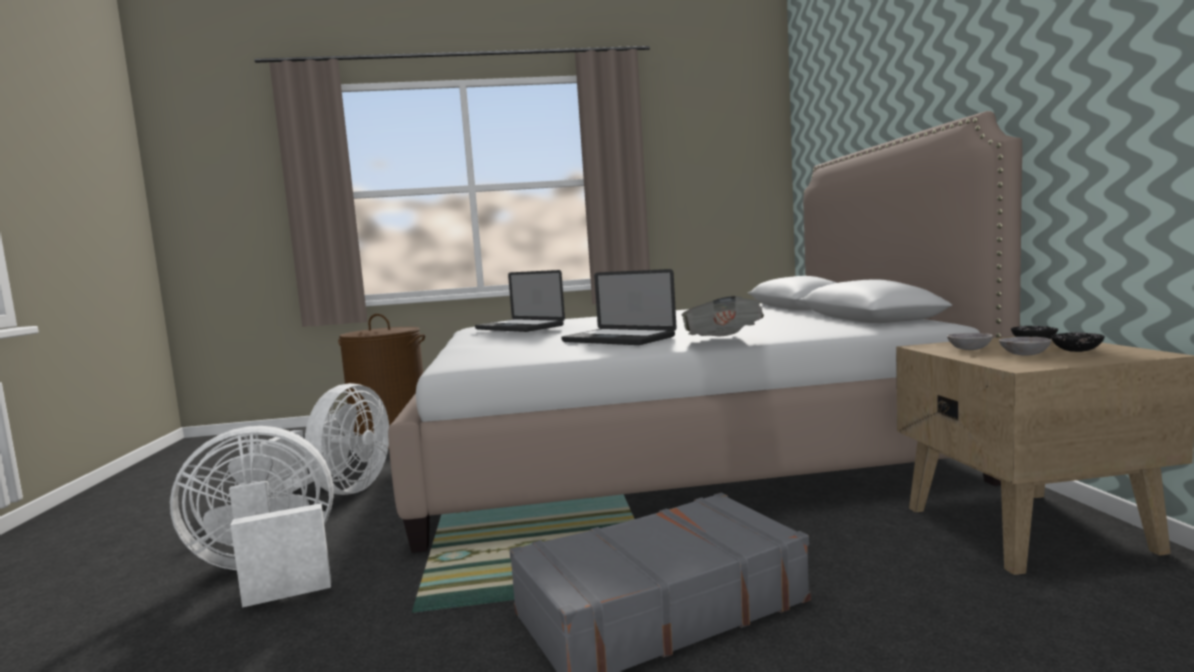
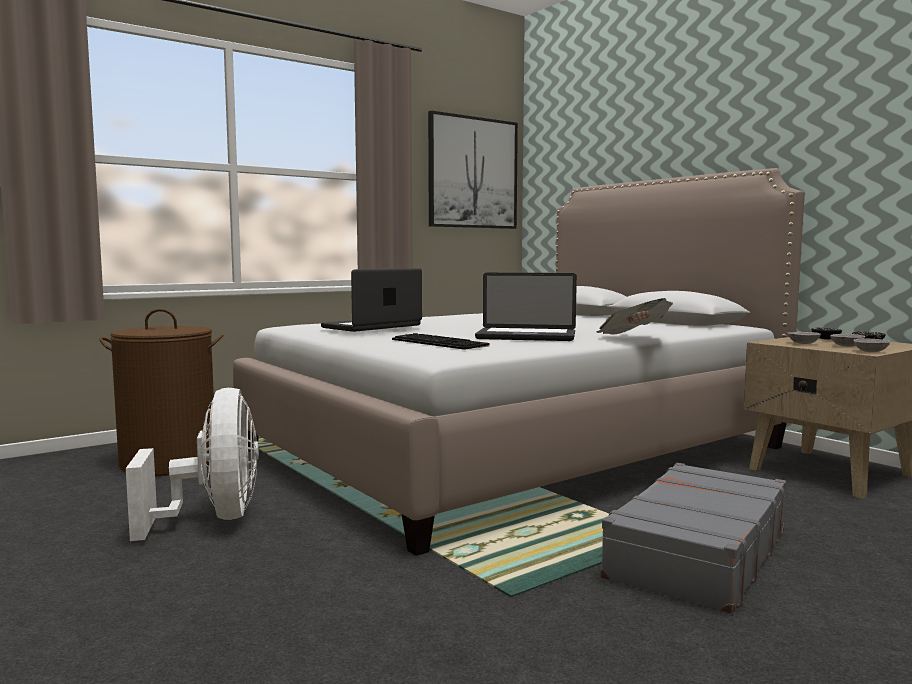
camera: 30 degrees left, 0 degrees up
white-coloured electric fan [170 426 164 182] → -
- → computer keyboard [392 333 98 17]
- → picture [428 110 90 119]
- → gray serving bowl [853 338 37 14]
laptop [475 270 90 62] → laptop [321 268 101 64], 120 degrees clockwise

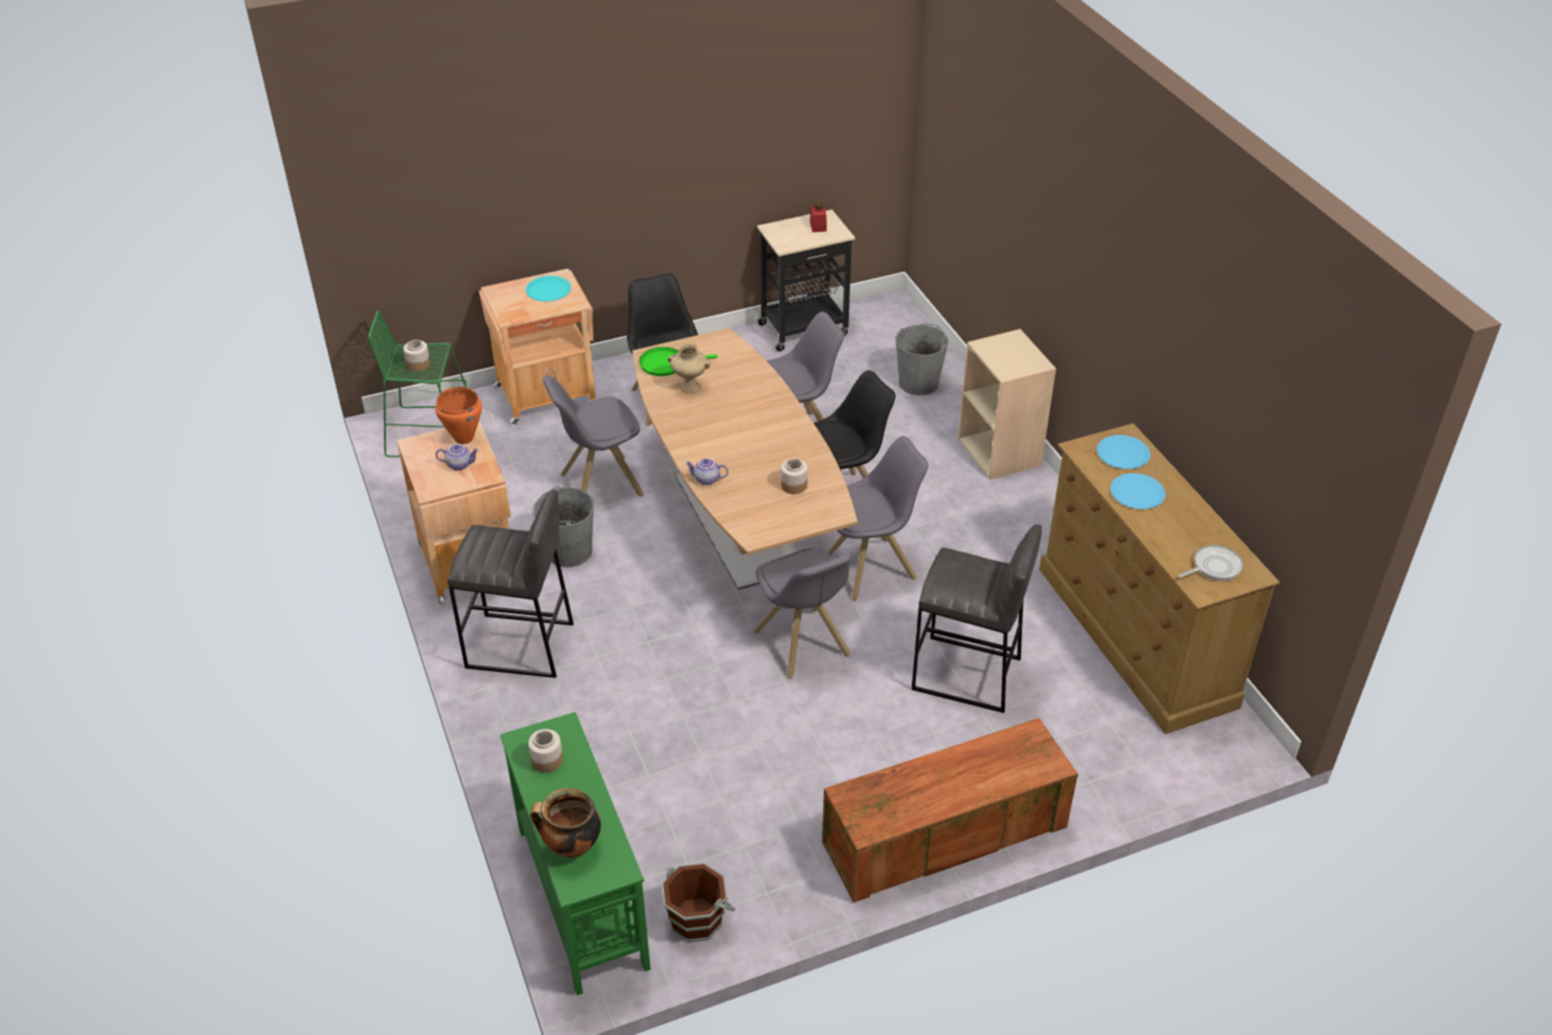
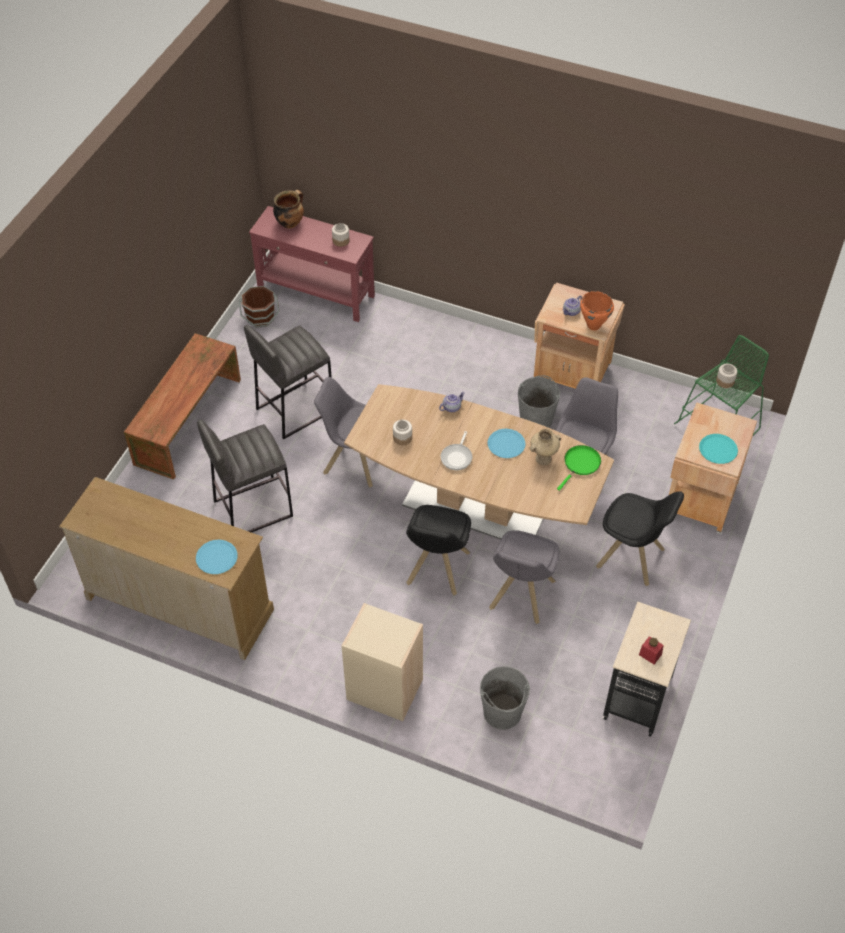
camera: 135 degrees right, 10 degrees up
gray chair [827 436 101 164] → -
gray stool seat [448 490 126 188] → gray stool seat [244 325 88 115], relocated
bluish flat dish [1110 473 55 36] → bluish flat dish [488 429 37 29], relocated
pan [1178 545 65 36] → pan [441 431 31 39], relocated
greenish hall table [500 712 151 283] → red-coloured hall table [249 206 126 116]

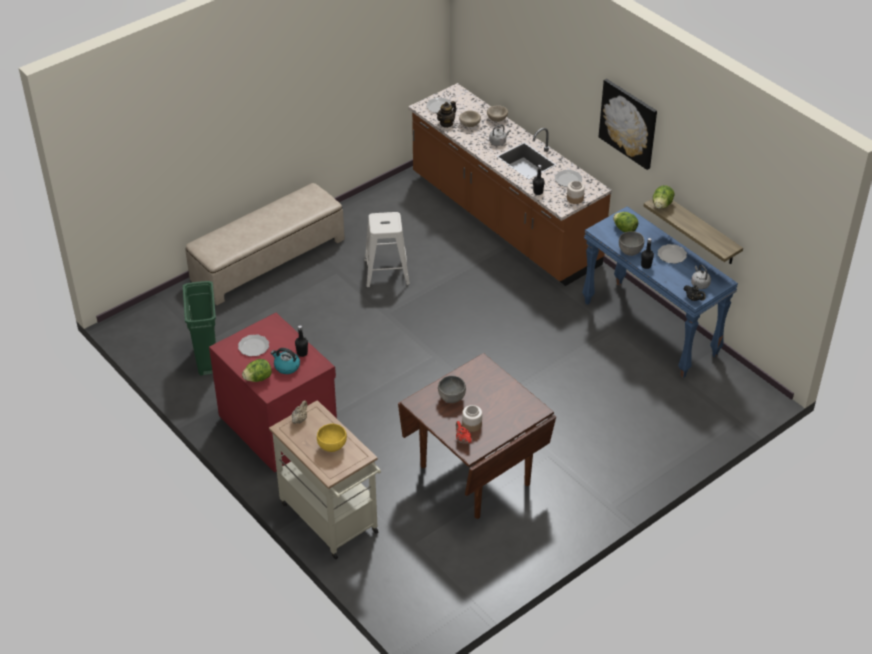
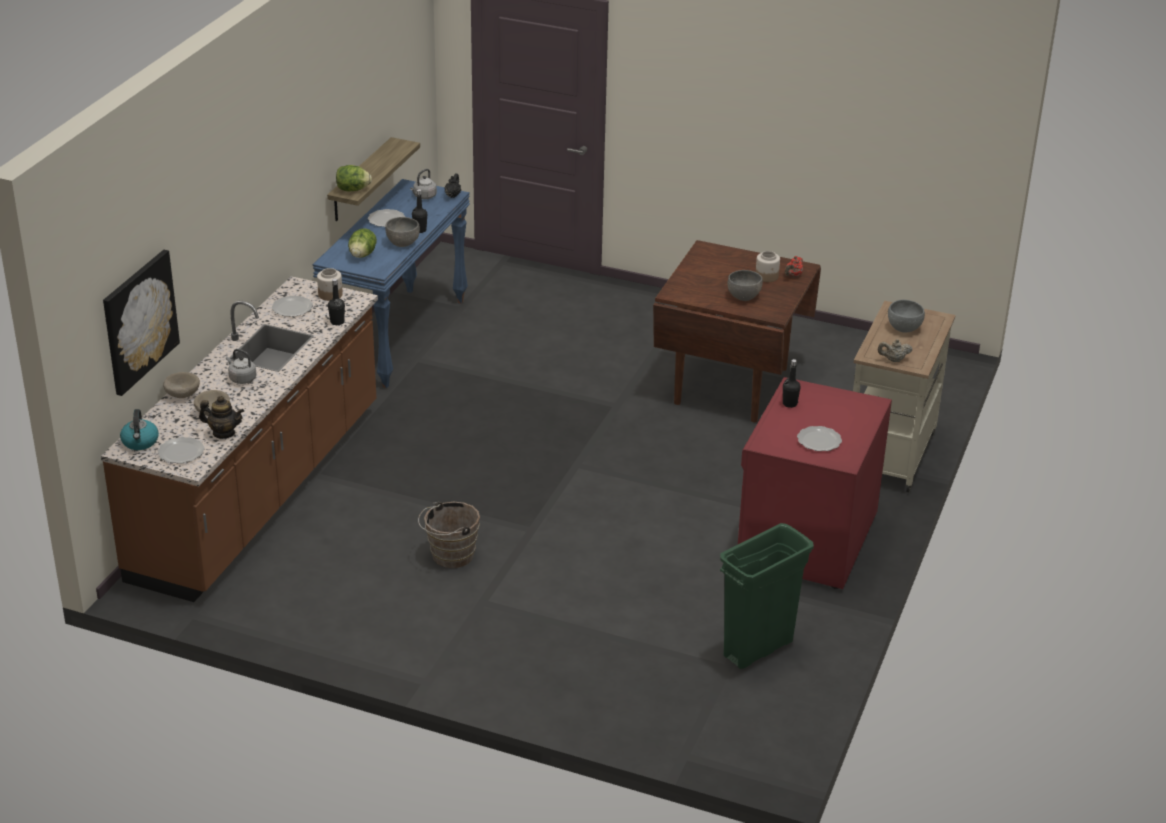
camera: 120 degrees left, 10 degrees down
sand-coloured long seat [186 183 159 122] → -
head of lettuce [242 359 30 23] → -
kettle [271 348 29 26] → kettle [120 409 39 41], relocated
picture [599 79 58 91] → picture [103 250 77 146], relocated
white-coloured stool seat [364 212 46 76] → brown water bucket [418 502 62 66]
yellow serving bowl [317 424 30 28] → gray serving bowl [888 300 37 33]

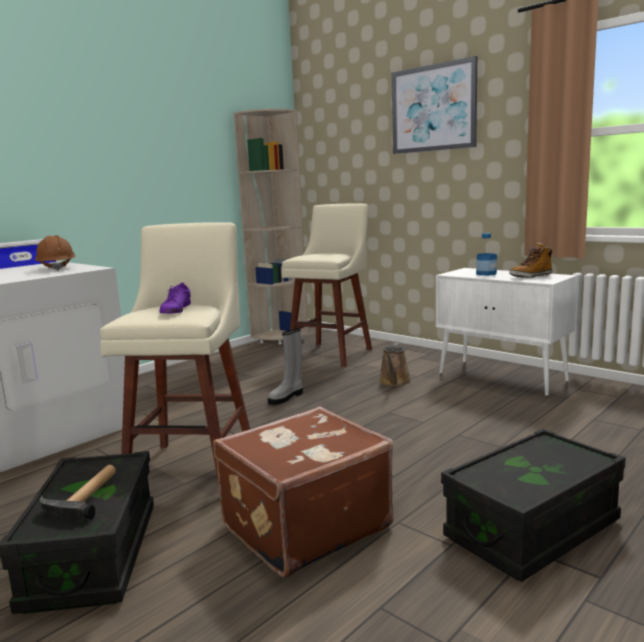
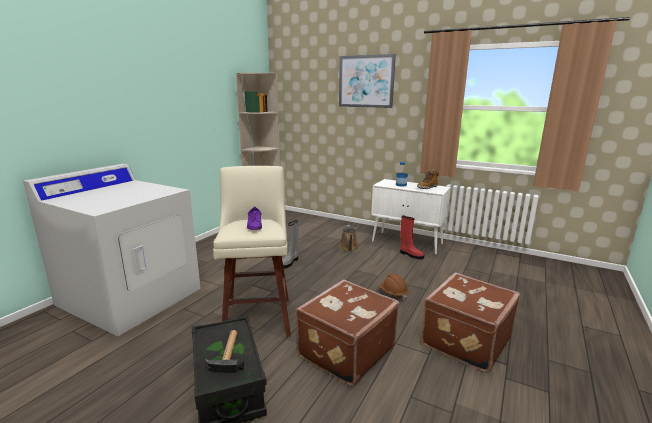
camera: 15 degrees left, 5 degrees up
sand-coloured stool seat [282 203 90 165] → -
- → red-coloured high-top boot [400 216 24 43]
brown hard hat [35 235 41 36] → brown hard hat [379 274 29 26], relocated
black-coloured storage box [441 429 185 153] → brown piece of luggage [421 272 99 101]

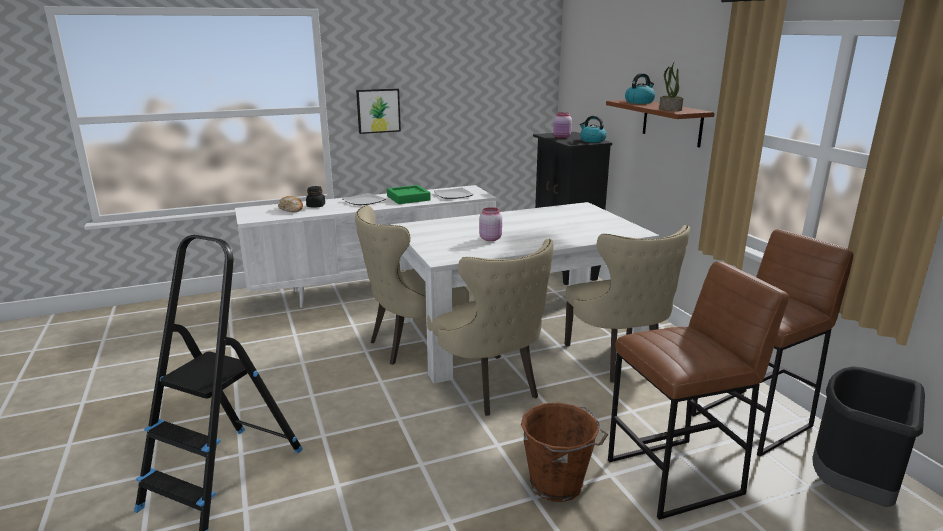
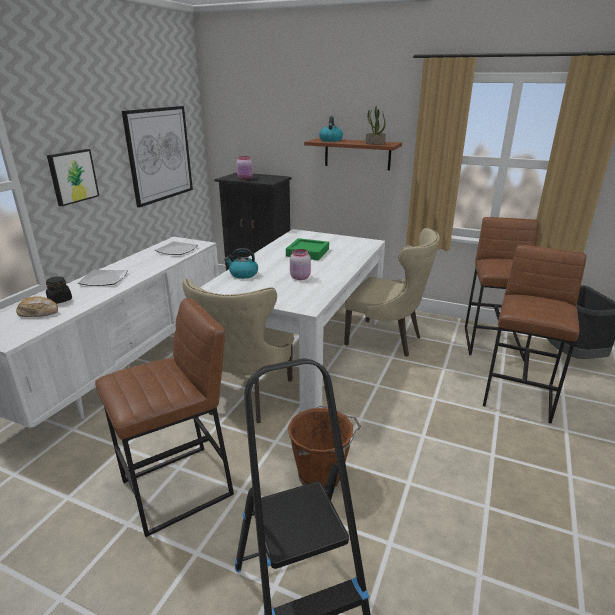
camera: 45 degrees left, 5 degrees up
sand-coloured chair [427 239 126 177] → -
- → brown stool seat [95 298 139 239]
- → picture [122 106 71 102]
greenish serving tray [387 185 44 19] → greenish serving tray [286 238 43 22], relocated
brown water bucket [521 402 87 100] → brown water bucket [288 406 73 83], relocated
kettle [580 116 27 27] → kettle [224 248 34 31], relocated

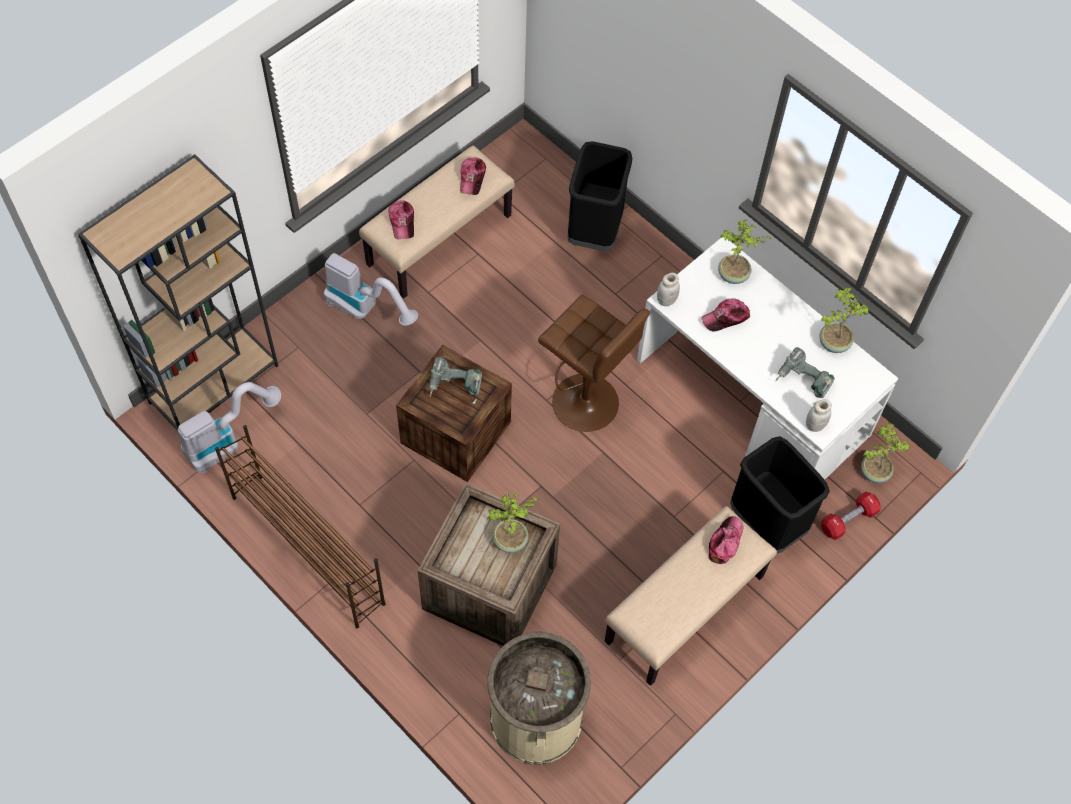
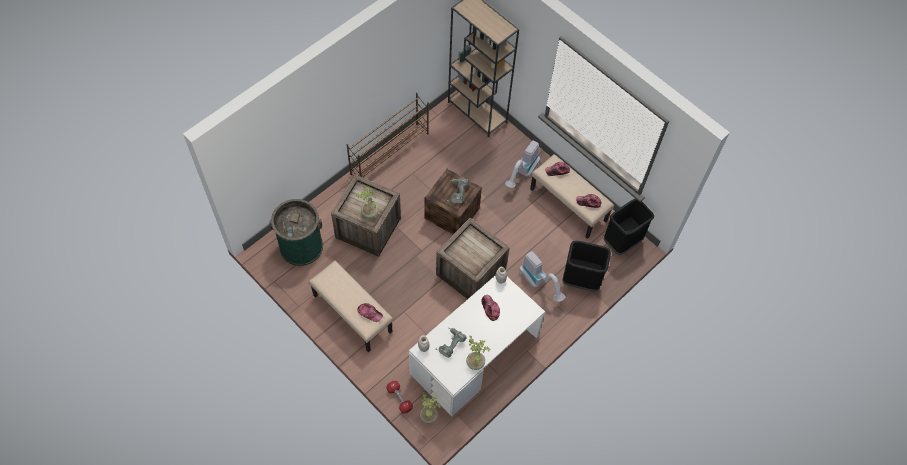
camera: 90 degrees right, 0 degrees up
potted plant [718 219 53 65] → -
vacuum cleaner [178 382 103 91] → vacuum cleaner [519 251 46 51], relocated
black-coloured waste bin [730 436 100 117] → black-coloured waste bin [604 199 50 56], relocated
brown stool seat [538 295 112 137] → packing crate [436 218 74 81]
sand-coloured waste bin [487 631 104 134] → greenish waste bin [270 199 53 67]

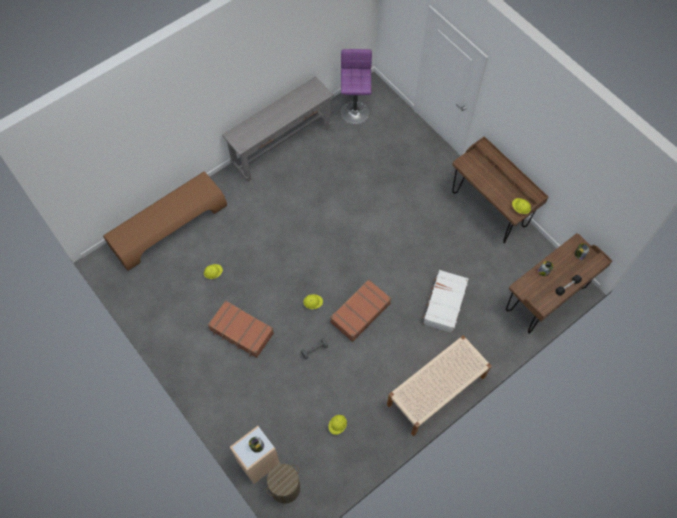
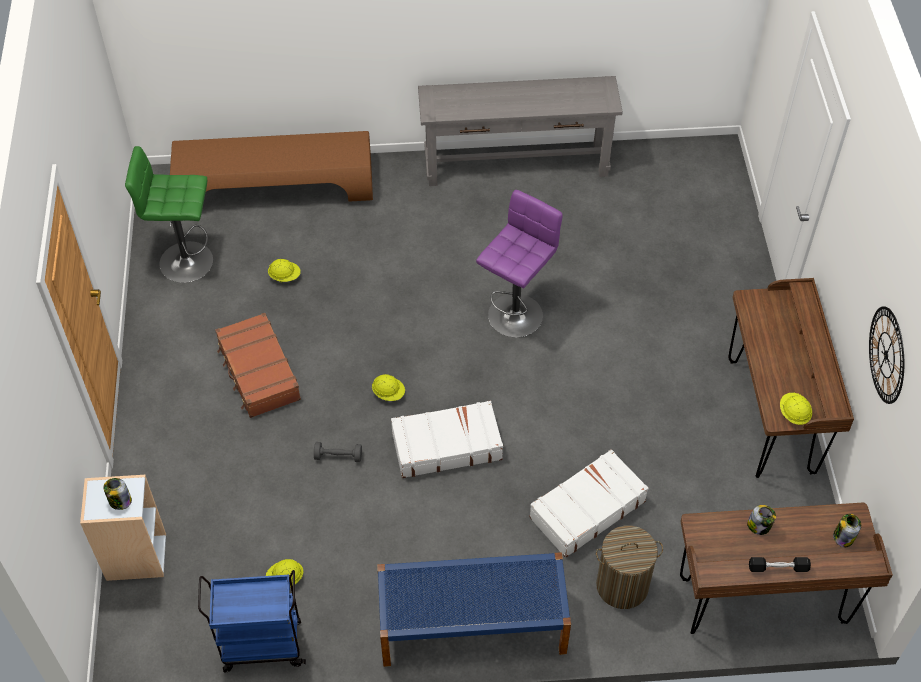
camera: 35 degrees right, 10 degrees down
- → greenish stool seat [125 146 88 137]
- → bluish trolley [198 570 108 102]
- → wall clock [869 306 35 98]
washing basket [266 464 34 40] → washing basket [596 526 67 83], relocated
purple stool seat [341 49 31 75] → purple stool seat [476 190 87 147], relocated
brown piece of luggage [330 279 61 63] → white-coloured piece of luggage [391 400 112 78]
sand-coloured long seat [387 335 105 102] → bluish long seat [377 552 194 115]

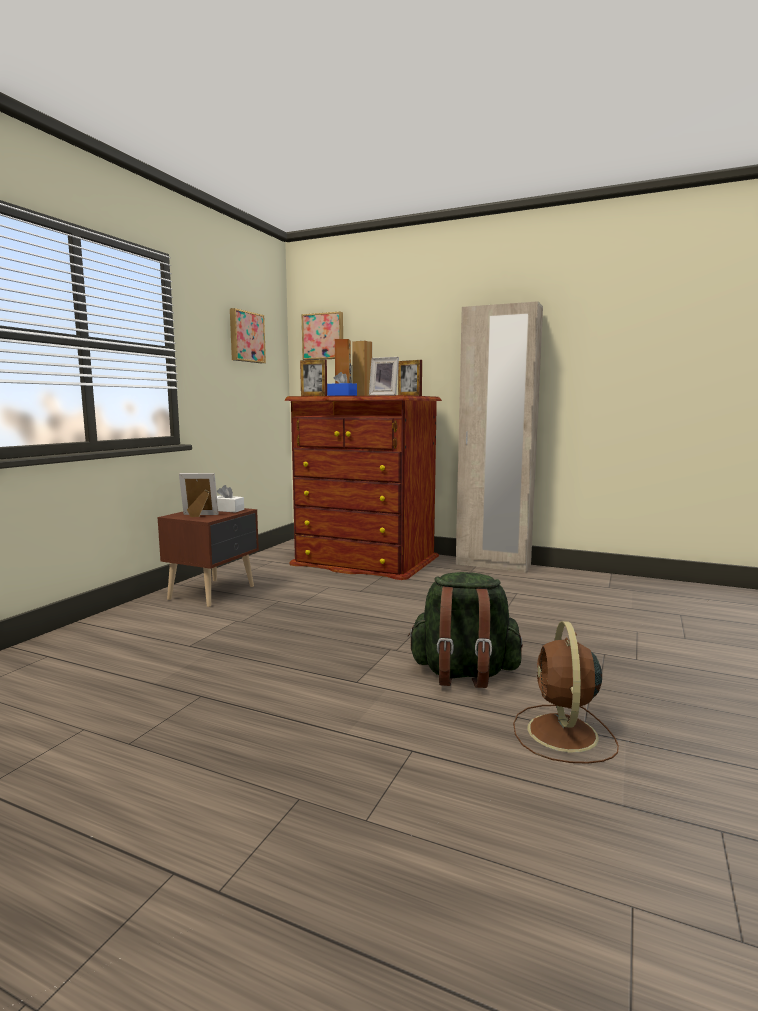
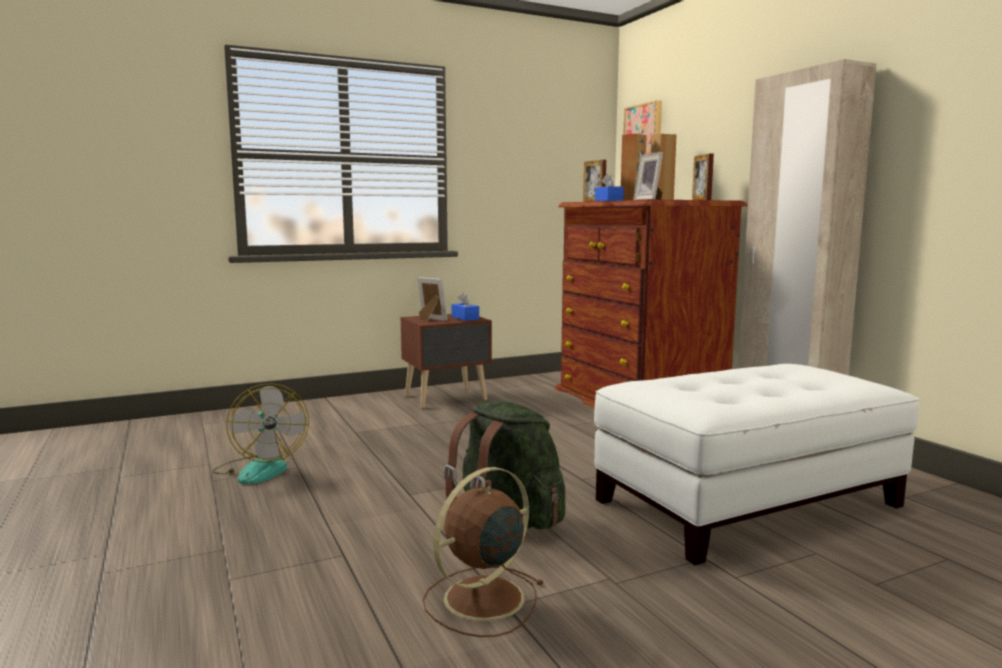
camera: 40 degrees right, 0 degrees up
picture [230 308 36 55] → -
- → electric fan [212 383 97 102]
- → white-coloured ottoman [594 364 325 201]
white-coloured tissue holder [217 485 27 28] → bluish tissue holder [451 293 28 28]

